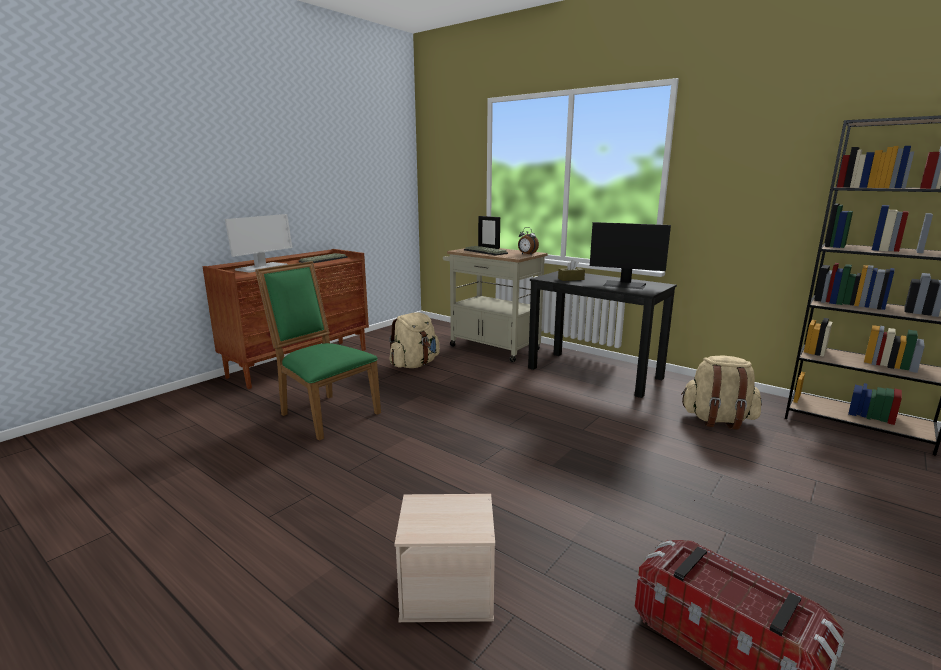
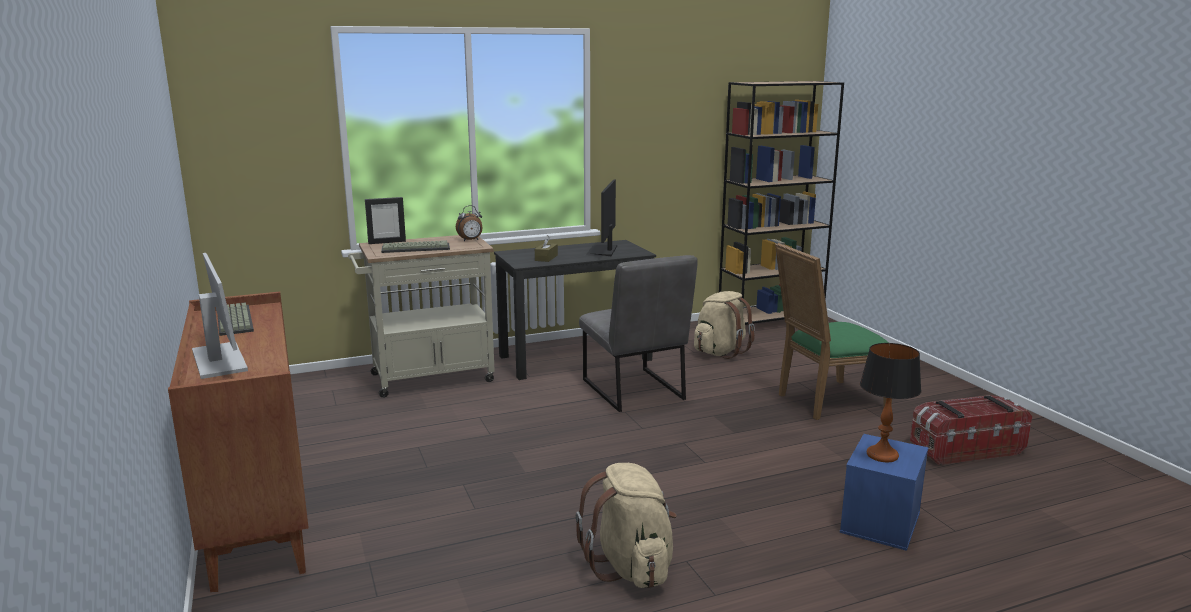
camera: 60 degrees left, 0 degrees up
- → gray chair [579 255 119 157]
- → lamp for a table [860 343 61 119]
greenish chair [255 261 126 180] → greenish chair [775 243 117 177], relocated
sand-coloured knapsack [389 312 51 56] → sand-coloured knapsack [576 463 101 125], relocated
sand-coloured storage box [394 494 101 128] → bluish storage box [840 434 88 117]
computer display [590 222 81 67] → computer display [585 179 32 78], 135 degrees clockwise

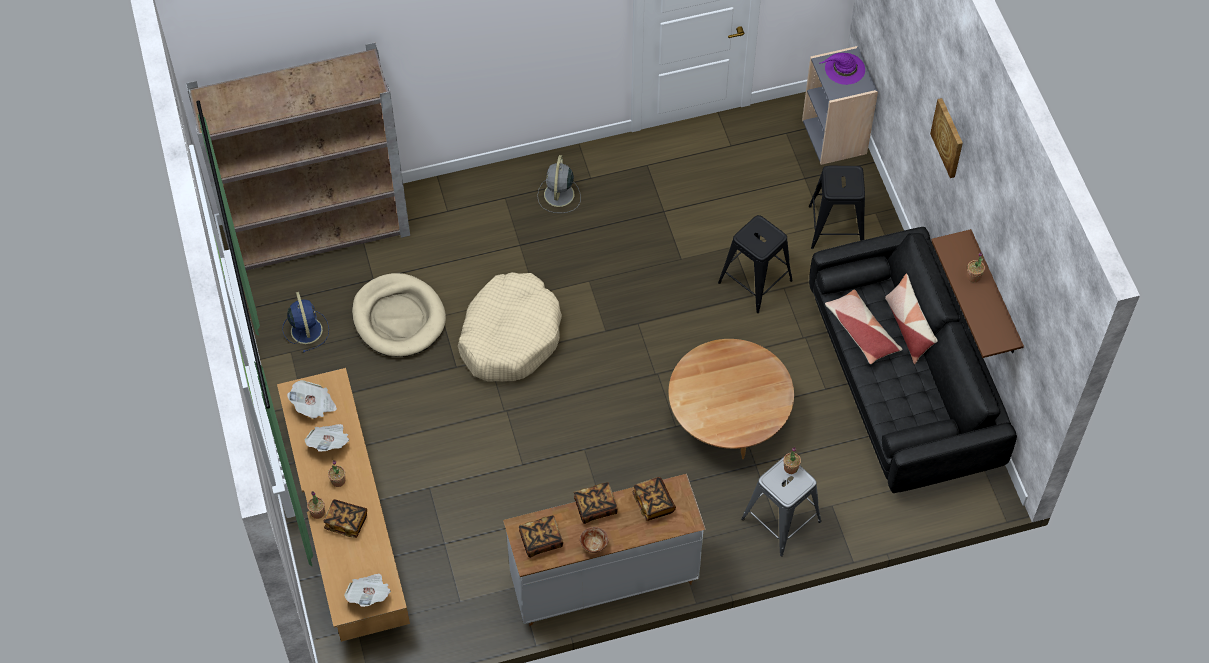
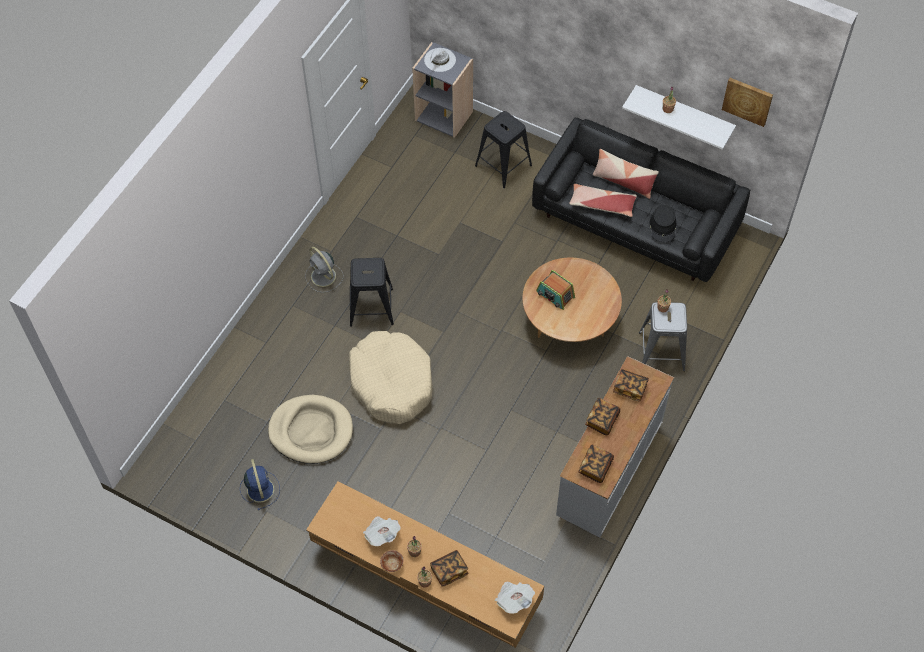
camera: 45 degrees left, 0 degrees up
brown bookshelf [186 42 224 229] → -
newspaper [287 380 50 39] → -
- → radio receiver [536 270 39 40]
- → black-coloured clothing hat [649 205 28 37]
serving bowl [580 527 29 26] → serving bowl [380 550 23 22], relocated
black-coloured stool seat [718 215 75 98] → black-coloured stool seat [350 258 44 69], relocated
picture [930 98 33 80] → picture [722 78 51 49], relocated
purple clothing hat [821 53 44 32] → white-coloured clothing hat [424 48 32 24]
brown shelf [931 229 93 129] → white-coloured shelf [622 85 114 65]
bluish electric fan [282 292 47 60] → bluish electric fan [240 459 40 51], 45 degrees clockwise

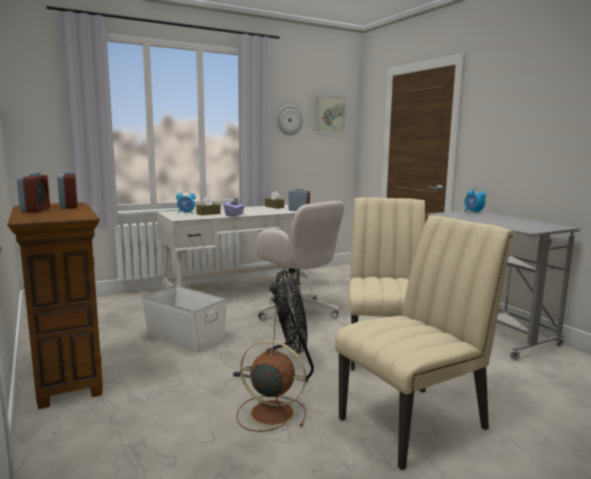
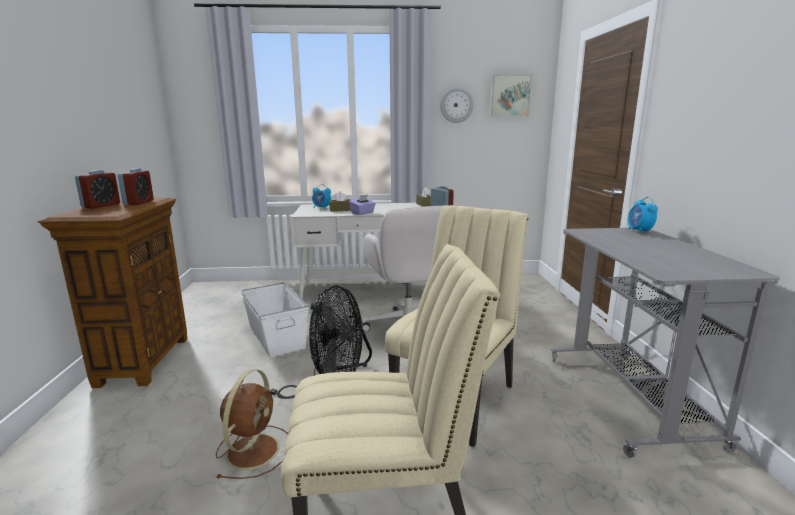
camera: 25 degrees right, 5 degrees up
brown electric fan [236 340 70 92] → brown electric fan [216 369 73 110], 60 degrees clockwise

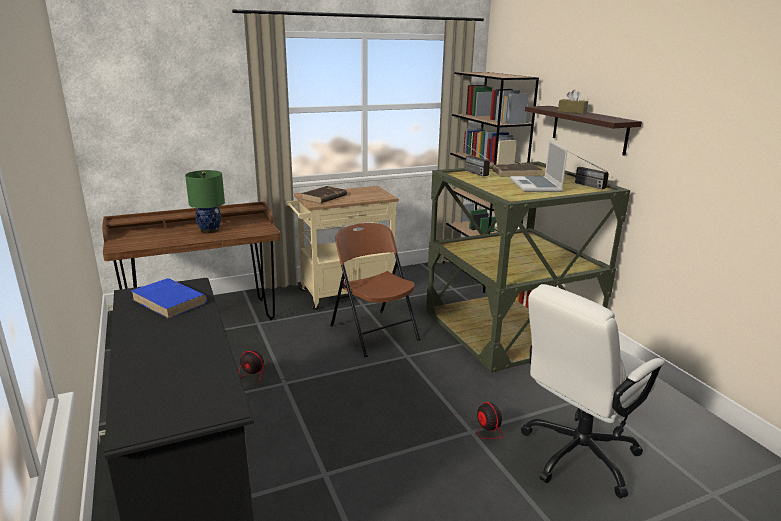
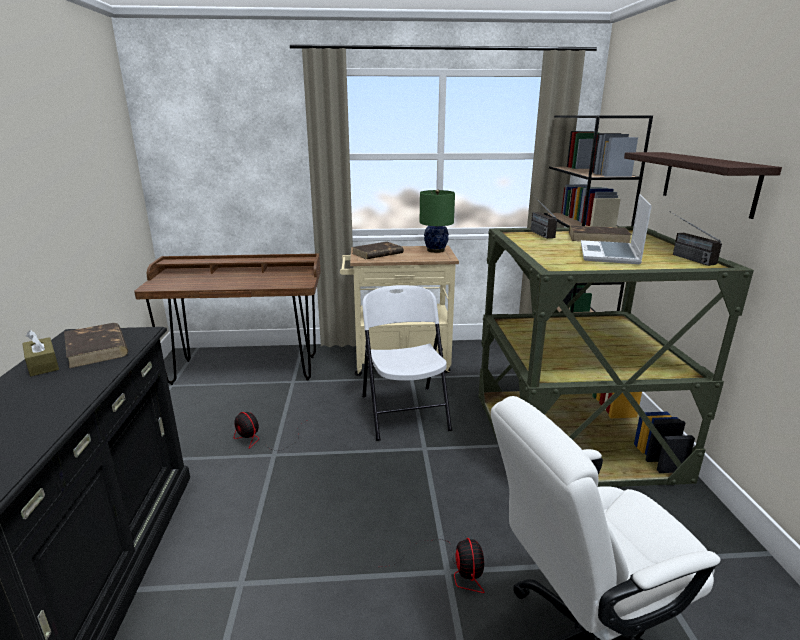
camera: 20 degrees right, 0 degrees up
greenish lamp for a table [185 170 40 63] → greenish lamp for a table [420 189 35 64], relocated
brown tissue holder [558 89 30 25] → brown tissue holder [22 330 37 46], relocated
bluish volume [131 278 77 40] → brown volume [64 323 64 45]
brown chair [330 223 91 134] → white-coloured chair [362 285 90 156]

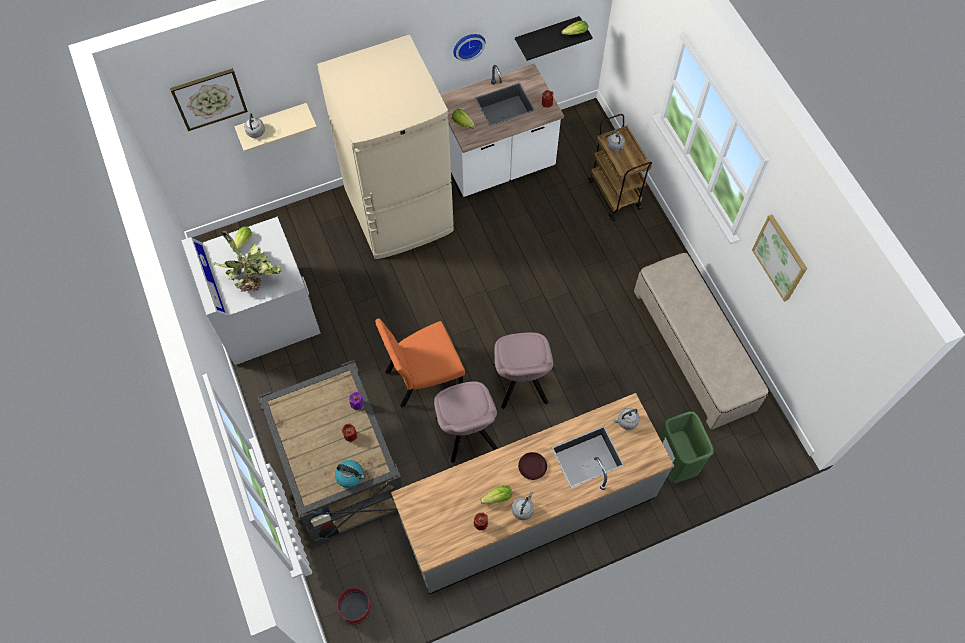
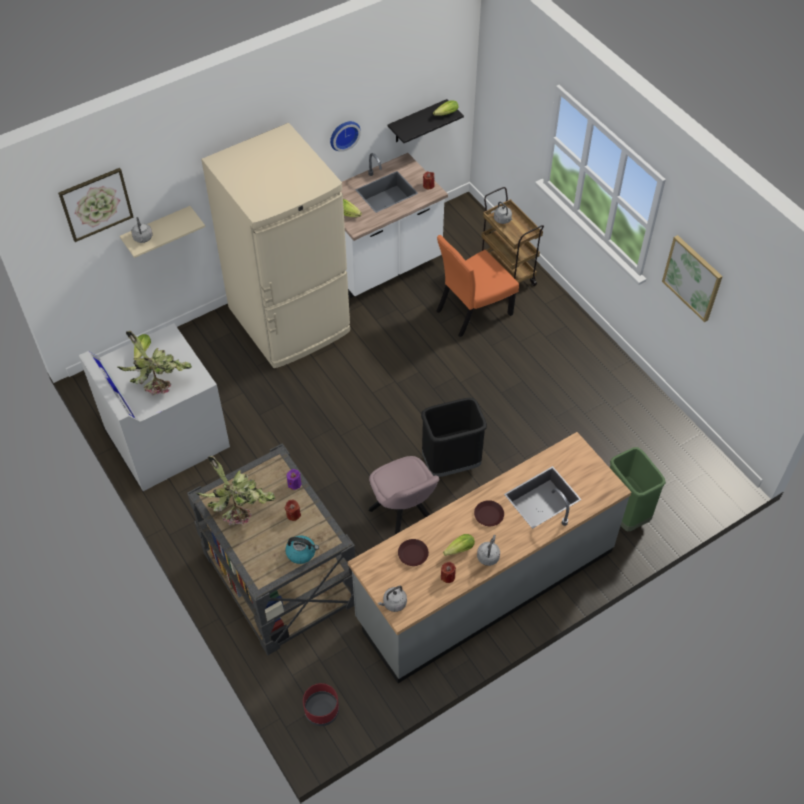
camera: 10 degrees left, 10 degrees down
sand-coloured long seat [634 253 134 177] → -
- → potted plant [196 456 79 69]
- → brown flat dish [398 539 31 27]
orange chair [375 318 90 90] → orange chair [436 235 83 102], relocated
gray kettle [613 408 27 22] → gray kettle [378 586 29 26], relocated
pink chair [494 332 59 77] → black-coloured waste bin [421 398 66 79]

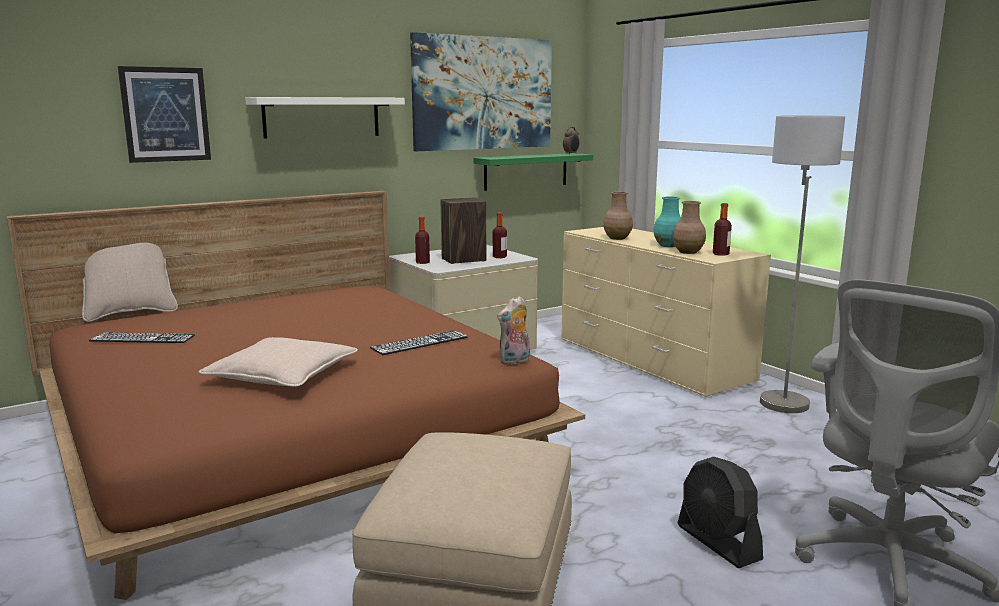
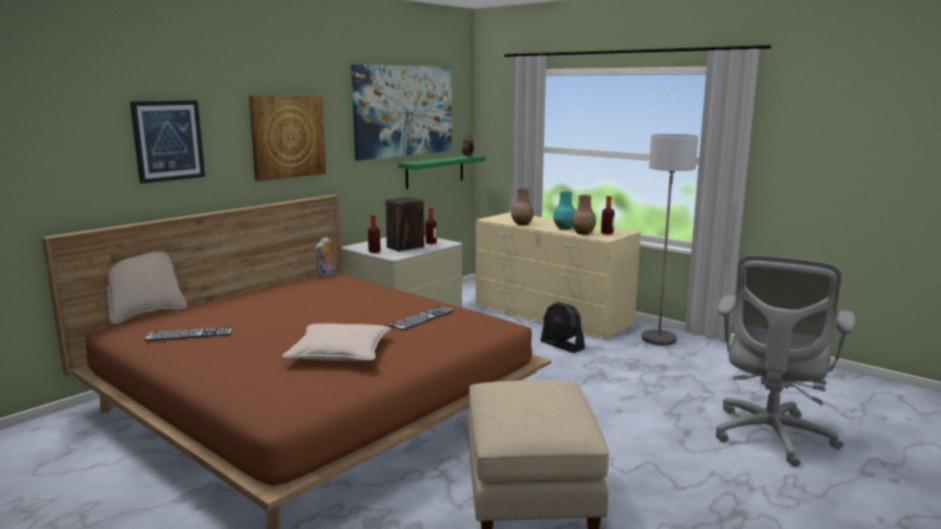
camera: 15 degrees left, 0 degrees up
plush toy [497 296 33 69] → plush toy [314 237 21 40], relocated
black-coloured electric fan [677 457 86 111] → black-coloured electric fan [541 302 44 51], relocated
white-coloured shelf [245 97 160 42] → picture [249 95 77 86]

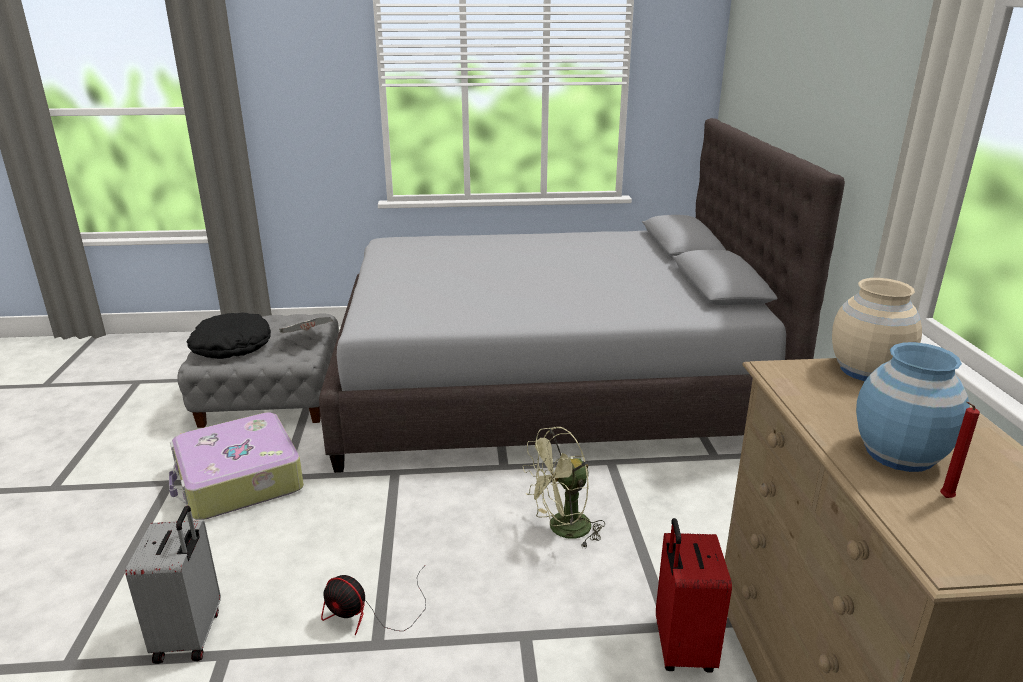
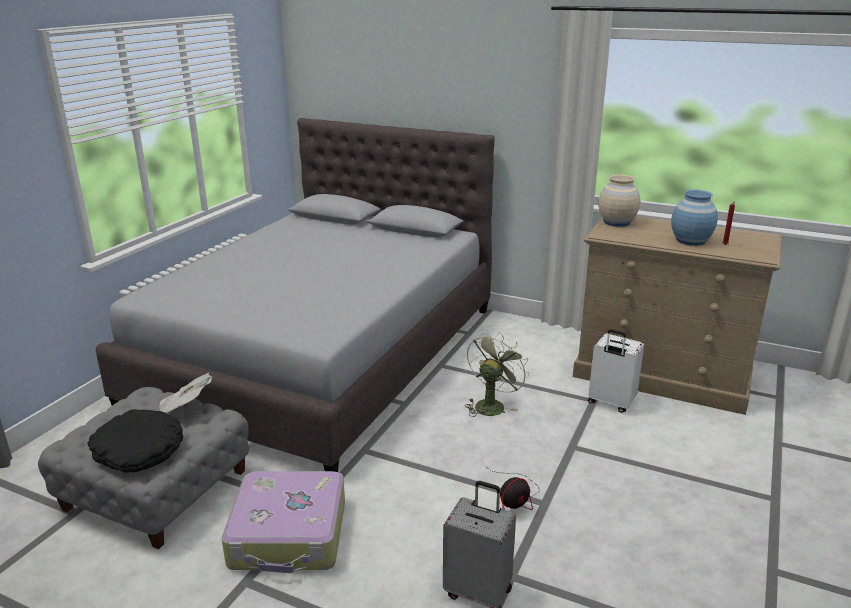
camera: 60 degrees left, 0 degrees up
red-coloured piece of luggage [656 518 76 155] → white-coloured piece of luggage [588 329 56 84]
greenish electric fan [522 427 83 121] → greenish electric fan [465 332 64 85], 150 degrees counterclockwise

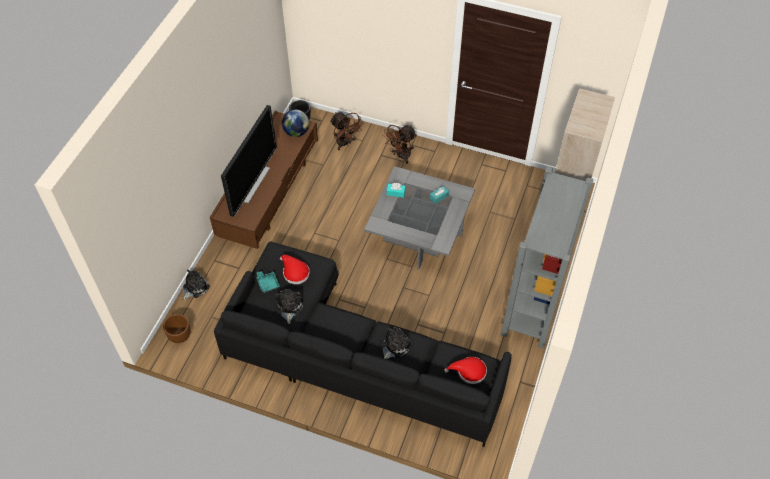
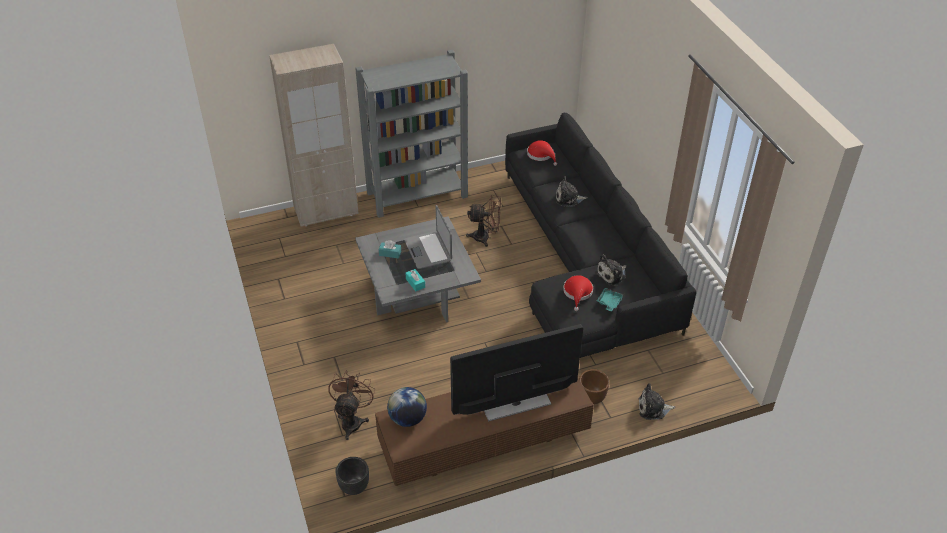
camera: 130 degrees left, 10 degrees down
- → laptop [404 205 48 64]
brown plant pot [163 314 28 29] → brown plant pot [579 369 30 35], relocated
brown electric fan [383 125 34 39] → brown electric fan [466 195 35 52], relocated

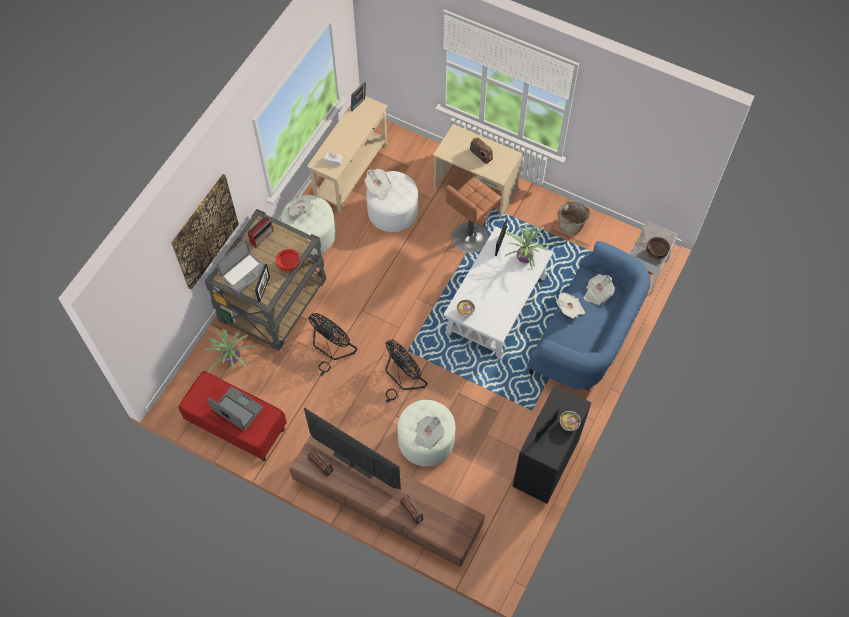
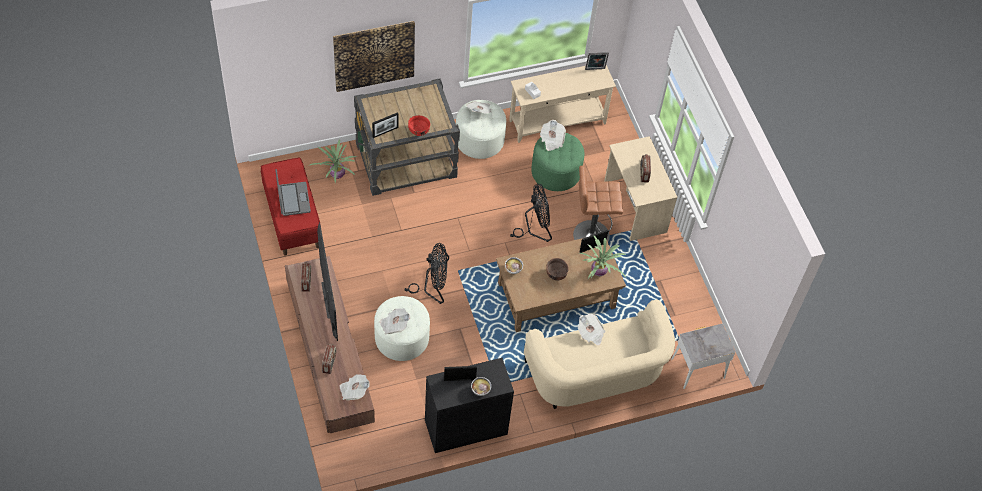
camera: 40 degrees right, 5 degrees down
laptop [216 239 48 55] → -
radio receiver [248 217 25 30] → -
household basket [557 201 33 34] → -
black-coloured electric fan [308 313 49 63] → black-coloured electric fan [509 183 43 59], relocated
newspaper [584 274 31 32] → newspaper [339 374 31 26], relocated
brown serving bowl [646 237 24 22] → brown serving bowl [546 258 23 22], relocated
white-coloured ottoman [366 171 52 61] → greenish ottoman [531 133 53 58]
white-coloured lounge table [443 226 110 132] → brown lounge table [496 238 130 94]
bluish couch [528 241 123 149] → sand-coloured couch [524 299 151 110]

